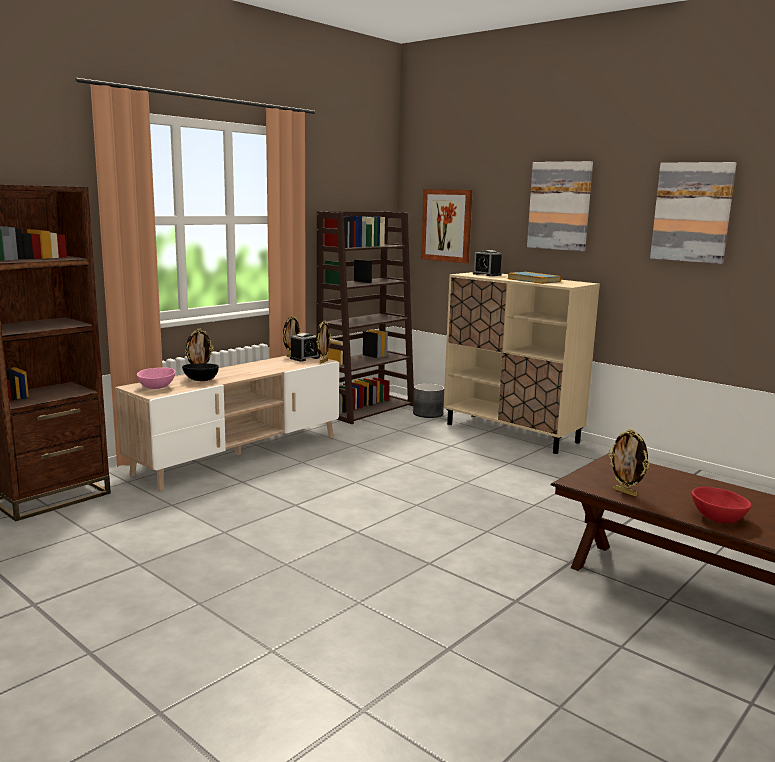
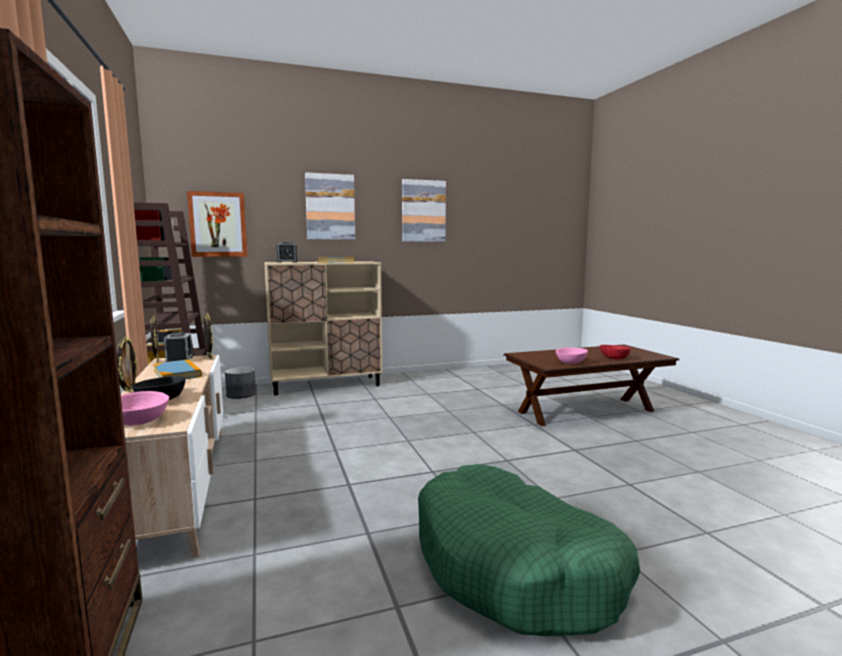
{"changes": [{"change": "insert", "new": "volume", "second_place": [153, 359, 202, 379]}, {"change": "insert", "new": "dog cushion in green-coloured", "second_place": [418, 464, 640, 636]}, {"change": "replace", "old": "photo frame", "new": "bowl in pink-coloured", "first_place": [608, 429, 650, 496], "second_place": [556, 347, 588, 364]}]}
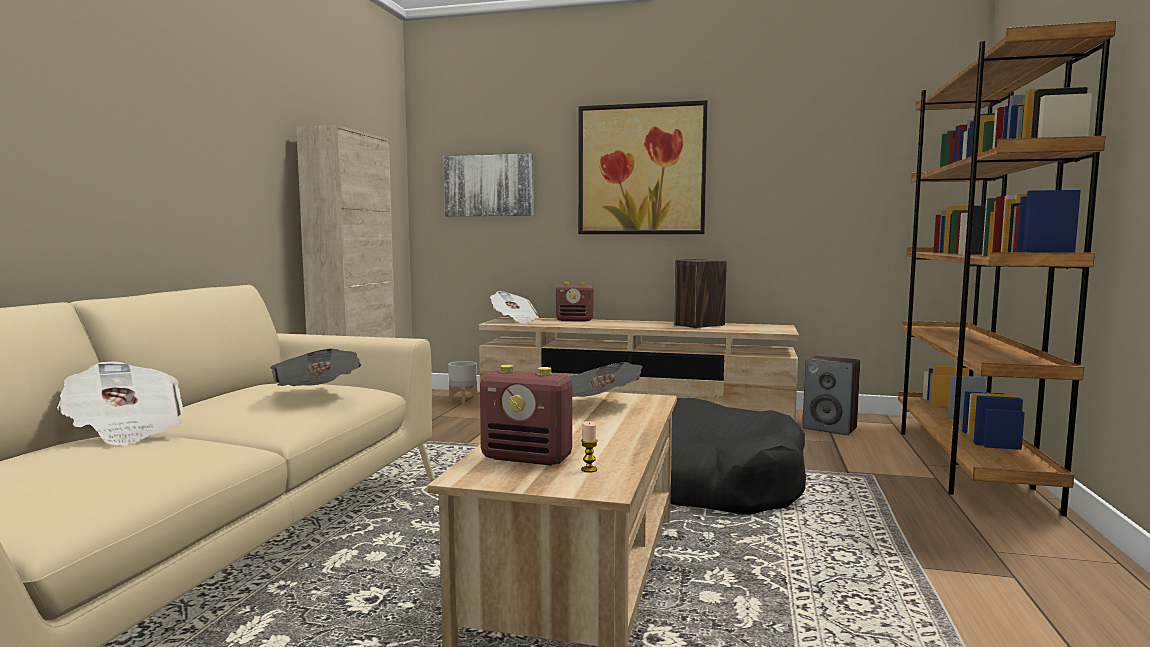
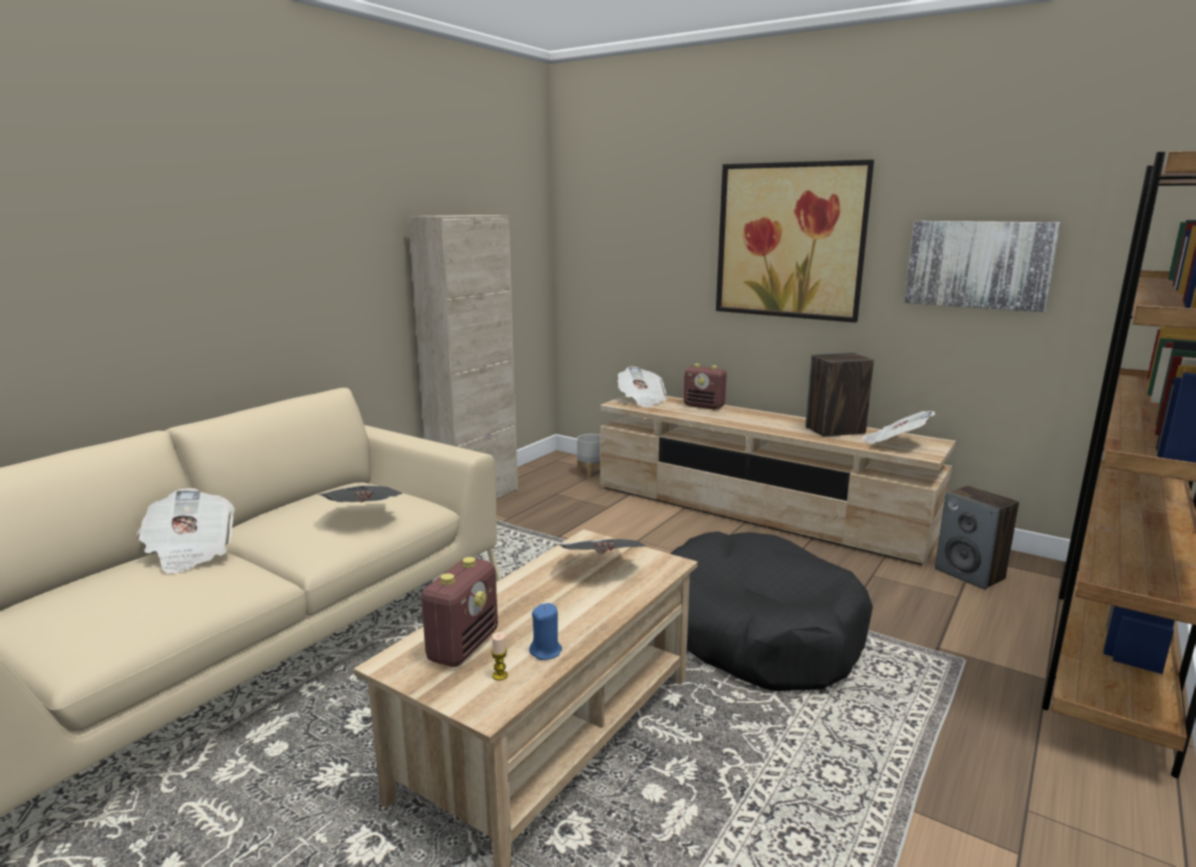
{"changes": [{"change": "insert", "new": "candle in blue-coloured", "second_place": [529, 603, 562, 660]}, {"change": "insert", "new": "daily paper", "second_place": [862, 411, 935, 445]}, {"change": "move", "old": "wall art", "first_place": [443, 154, 534, 216], "second_place": [904, 221, 1061, 312]}, {"change": "rotate", "old": "radio receiver", "first_place": [480, 365, 572, 465], "second_place": [421, 557, 498, 667], "degrees": -105}]}
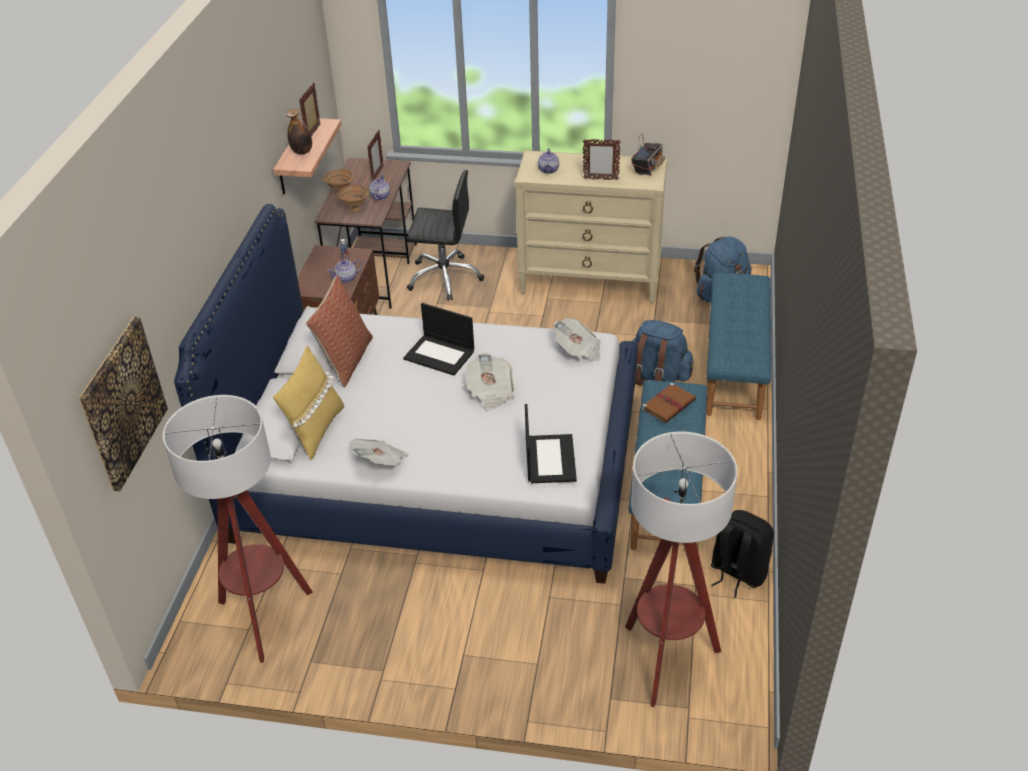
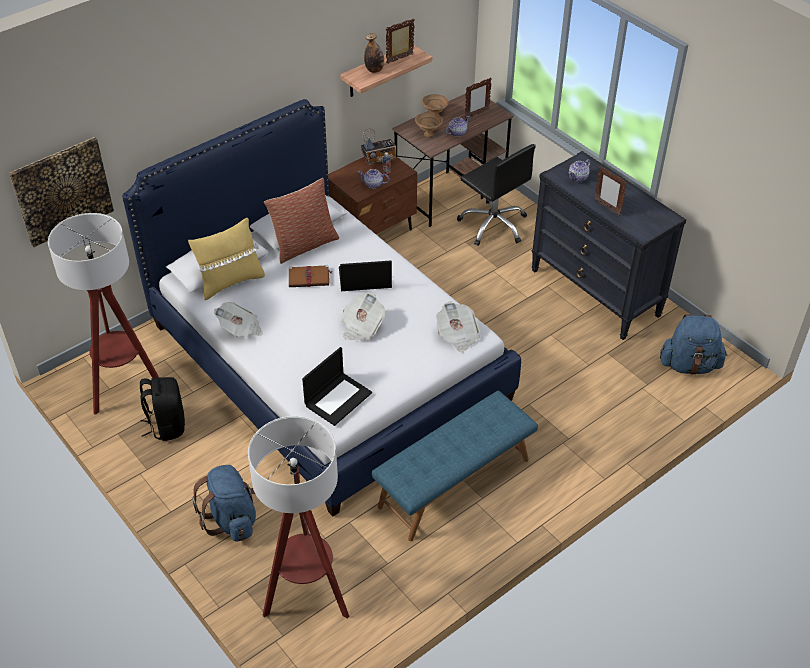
{"changes": [{"change": "delete", "old": "bench in blue-coloured", "first_place": [706, 273, 771, 420]}, {"change": "move", "old": "radio receiver", "first_place": [631, 134, 665, 176], "second_place": [361, 129, 396, 166]}, {"change": "move", "old": "rucksack in blue-coloured", "first_place": [632, 320, 693, 386], "second_place": [192, 465, 256, 542]}, {"change": "move", "old": "volume in brown-coloured", "first_place": [642, 383, 696, 423], "second_place": [289, 265, 332, 287]}, {"change": "move", "old": "rucksack in black", "first_place": [711, 510, 774, 598], "second_place": [140, 377, 185, 441]}, {"change": "recolor", "old": "drawer chest in sand-coloured", "new": "drawer chest in black", "first_place": [514, 150, 668, 304], "second_place": [532, 151, 686, 340]}, {"change": "rotate", "old": "portable computer", "first_place": [403, 303, 474, 375], "second_place": [339, 261, 392, 291], "degrees": 105}]}
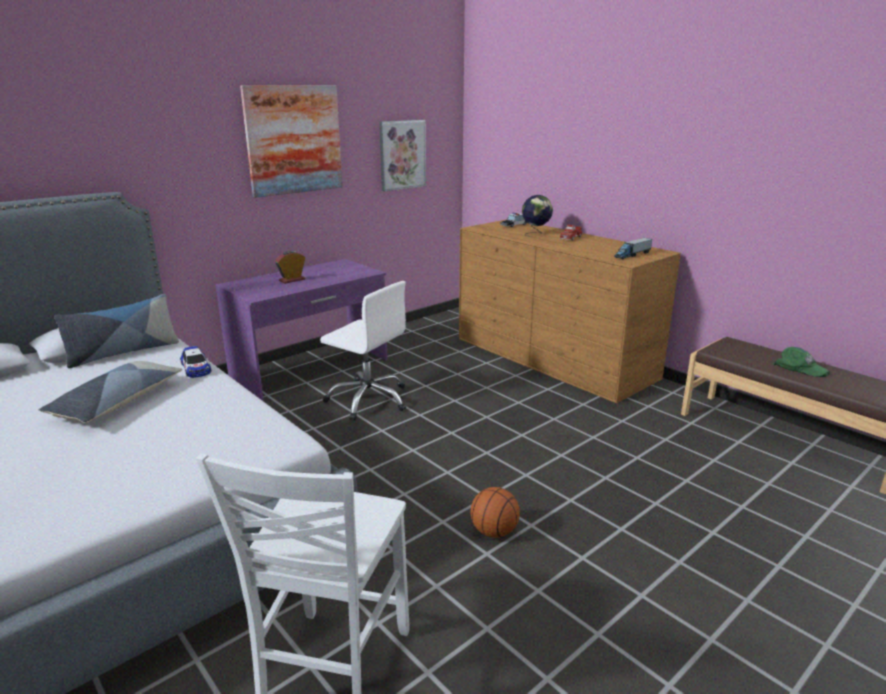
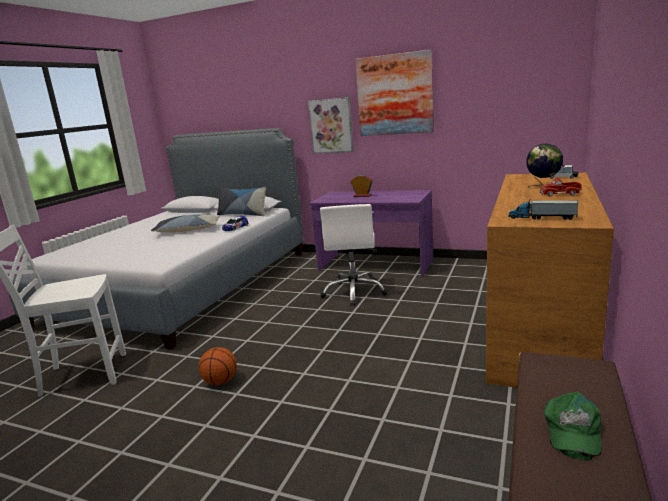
{"changes": [{"change": "move", "old": "wall art", "first_place": [379, 120, 426, 192], "second_place": [308, 97, 354, 154]}]}
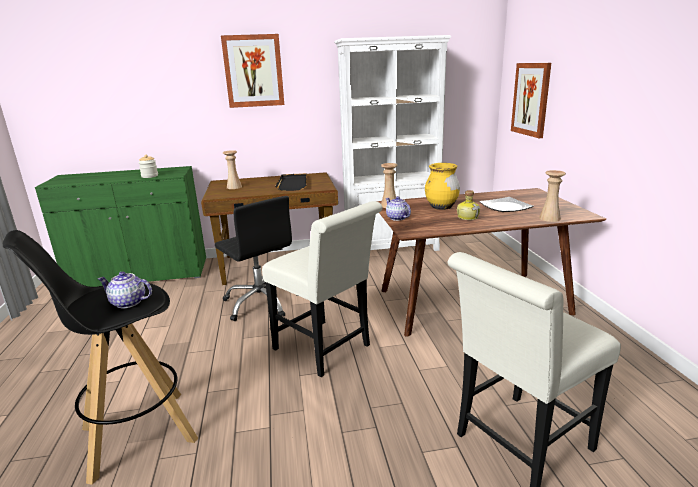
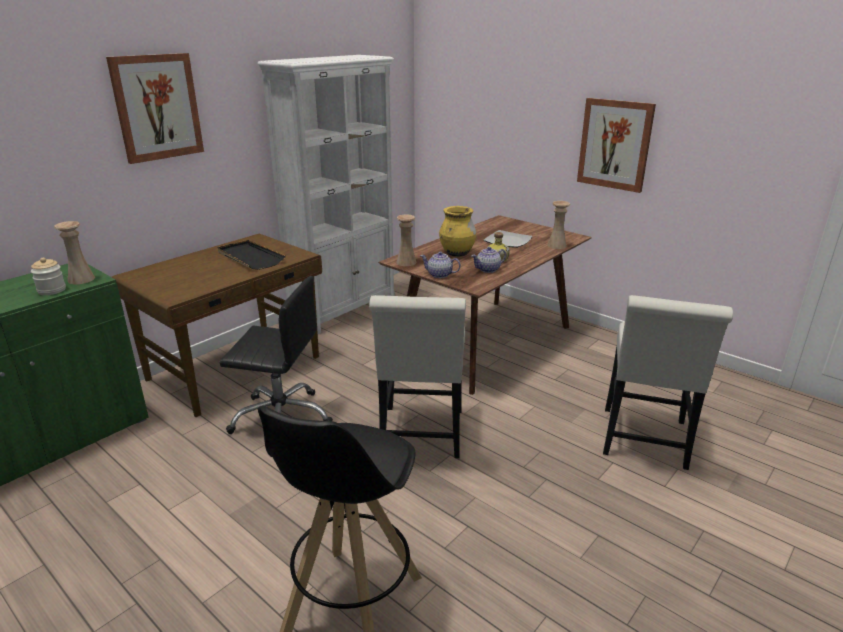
{"changes": [{"change": "move", "old": "tea pot", "first_place": [98, 271, 152, 308], "second_place": [472, 247, 506, 273]}, {"change": "move", "old": "vase in sand-coloured", "first_place": [223, 150, 242, 189], "second_place": [54, 221, 95, 284]}, {"change": "move", "old": "wall art", "first_place": [511, 63, 551, 138], "second_place": [577, 98, 656, 193]}, {"change": "rotate", "old": "upright chair in white", "first_place": [262, 201, 383, 377], "second_place": [369, 295, 466, 458], "degrees": 90}]}
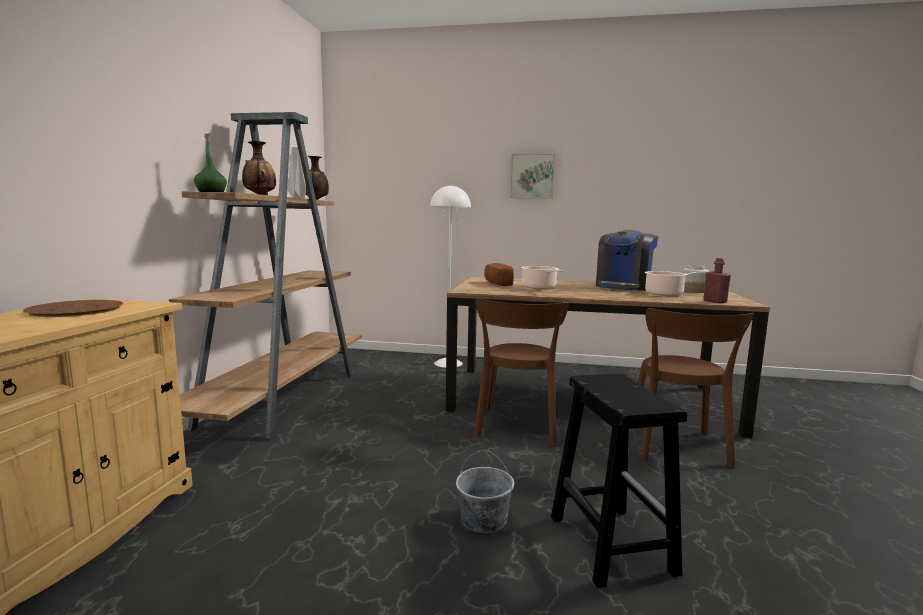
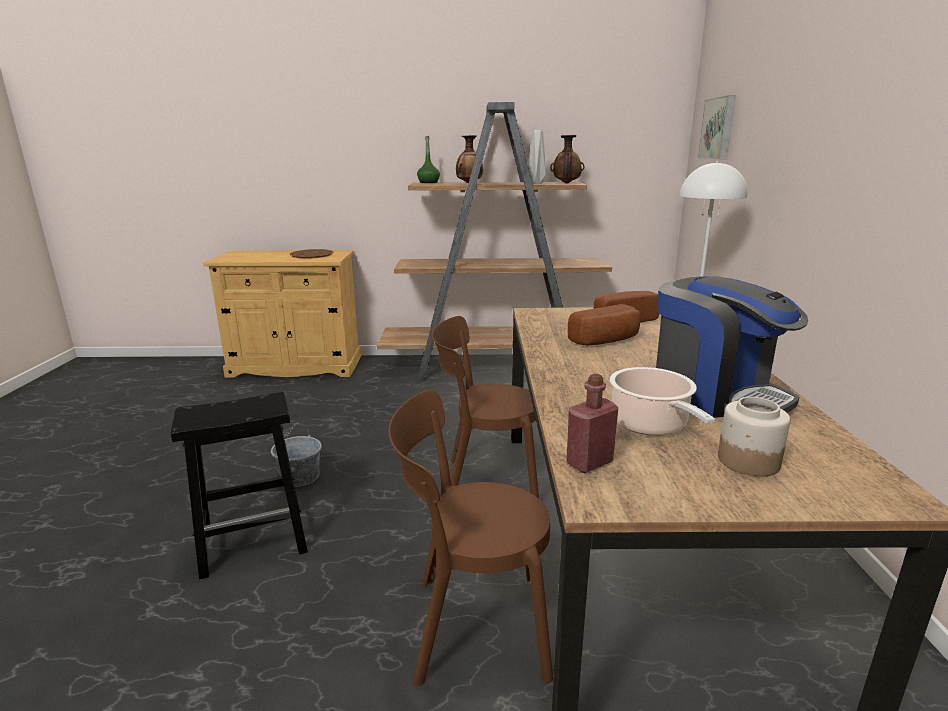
{"changes": [{"change": "move", "old": "wall art", "first_place": [510, 154, 555, 199], "second_place": [698, 95, 736, 159]}, {"change": "replace", "old": "cooking pot", "new": "baked bread", "first_place": [521, 266, 562, 289], "second_place": [568, 304, 641, 346]}, {"change": "rotate", "old": "coffee maker", "first_place": [596, 230, 659, 291], "second_place": [656, 276, 808, 418], "degrees": -150}]}
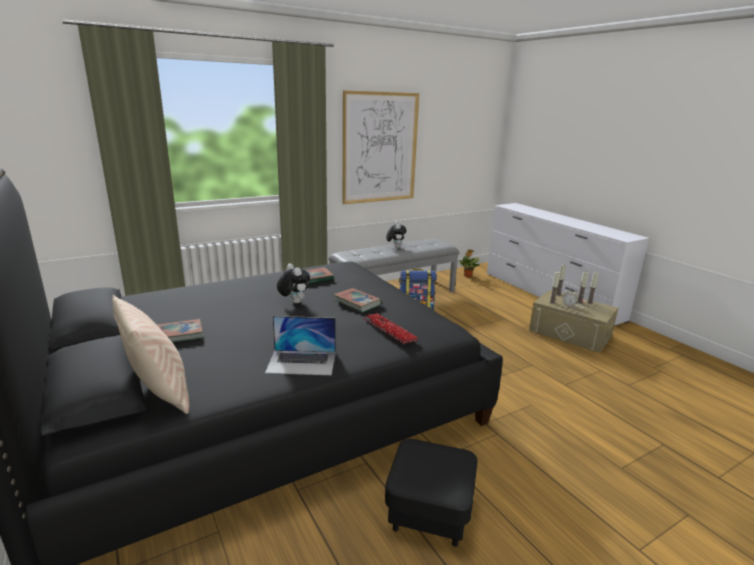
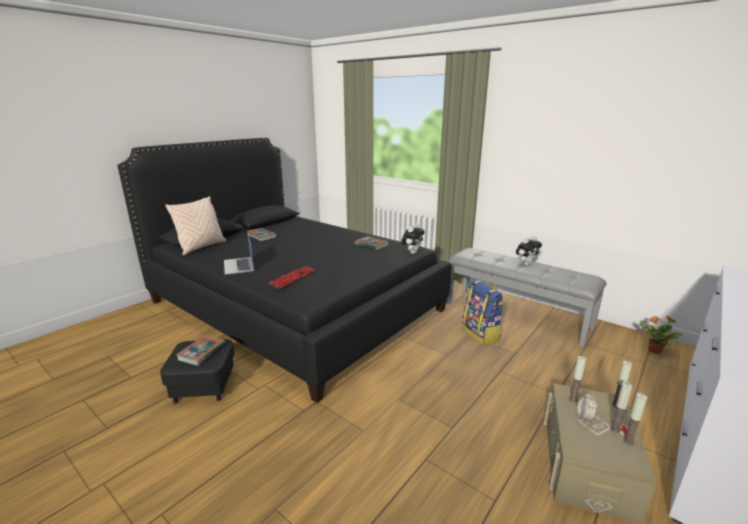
{"changes": [{"change": "delete", "old": "wall art", "first_place": [343, 90, 419, 204]}, {"change": "move", "old": "plush toy", "first_place": [277, 264, 310, 303], "second_place": [401, 224, 425, 254]}, {"change": "move", "old": "volume", "first_place": [334, 288, 382, 312], "second_place": [176, 335, 226, 366]}]}
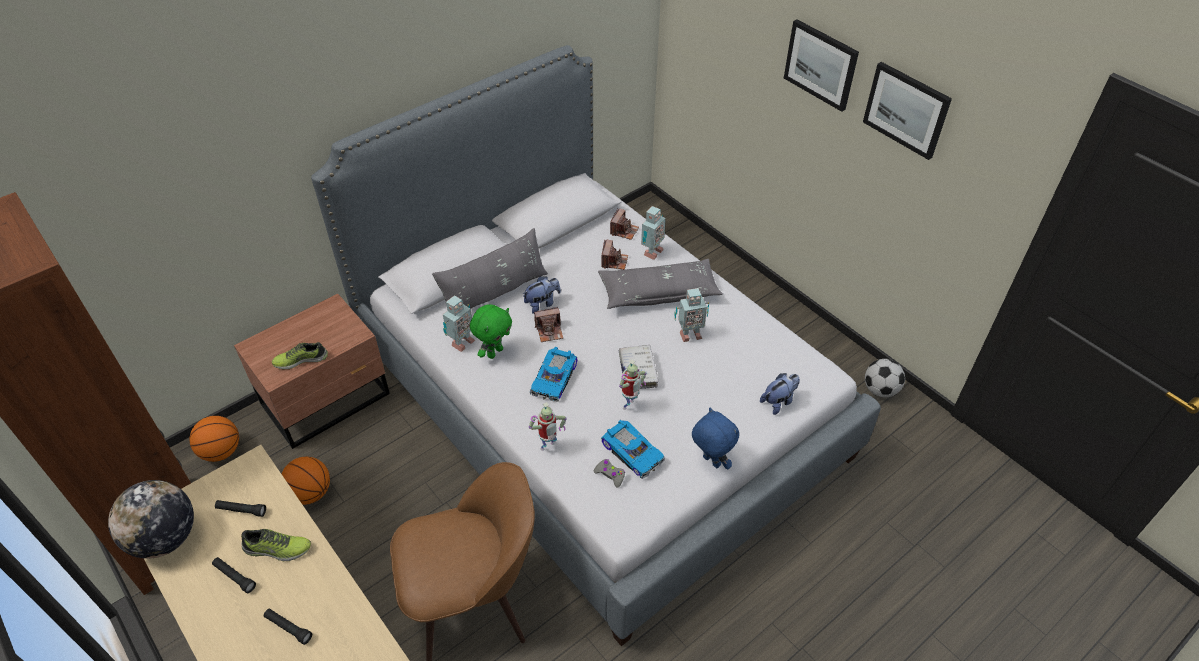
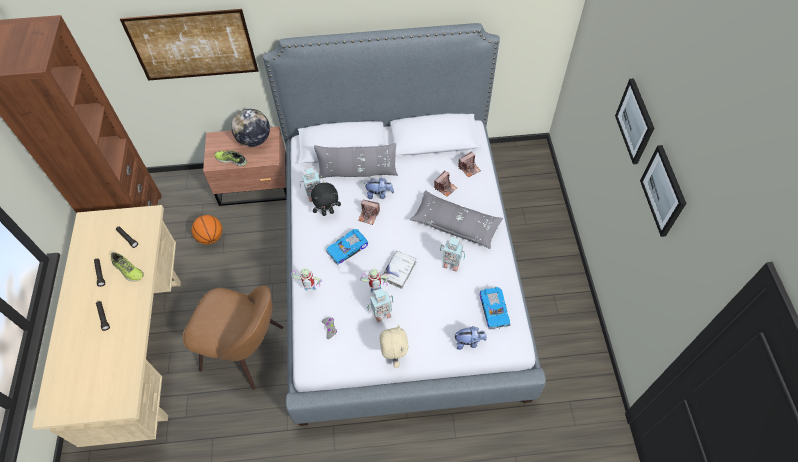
{"changes": [{"change": "delete", "old": "ball for basketball", "first_place": [190, 416, 239, 462]}, {"change": "delete", "old": "football", "first_place": [865, 359, 905, 398]}, {"change": "insert", "new": "wall art", "second_place": [120, 9, 258, 81]}, {"change": "move", "old": "world globe", "first_place": [108, 480, 194, 559], "second_place": [231, 109, 270, 147]}, {"change": "move", "old": "toy car", "first_place": [601, 420, 665, 479], "second_place": [480, 287, 511, 330]}, {"change": "move", "old": "robot figure", "first_place": [641, 206, 666, 260], "second_place": [367, 288, 393, 322]}, {"change": "recolor", "old": "plush toy in green-coloured", "new": "plush toy in black", "first_place": [470, 304, 512, 359], "second_place": [311, 183, 341, 216]}, {"change": "recolor", "old": "plush toy in blue-coloured", "new": "plush toy in sand-coloured", "first_place": [692, 408, 739, 469], "second_place": [379, 325, 409, 368]}]}
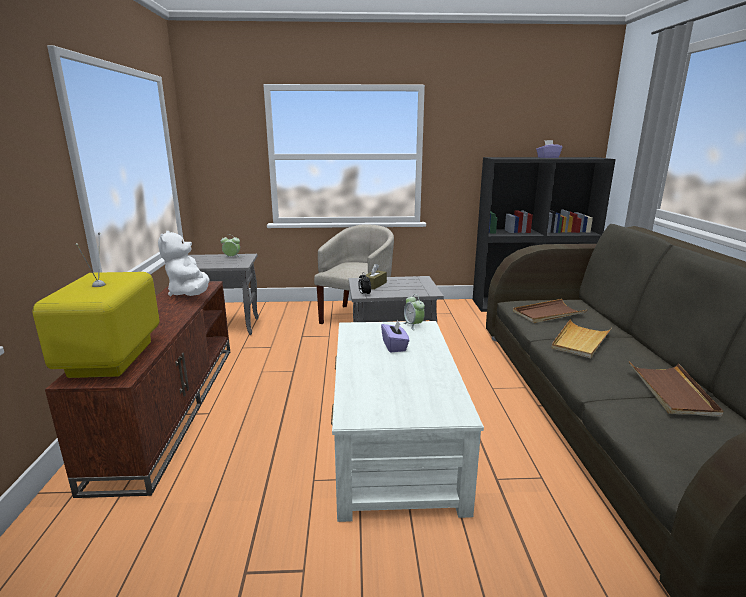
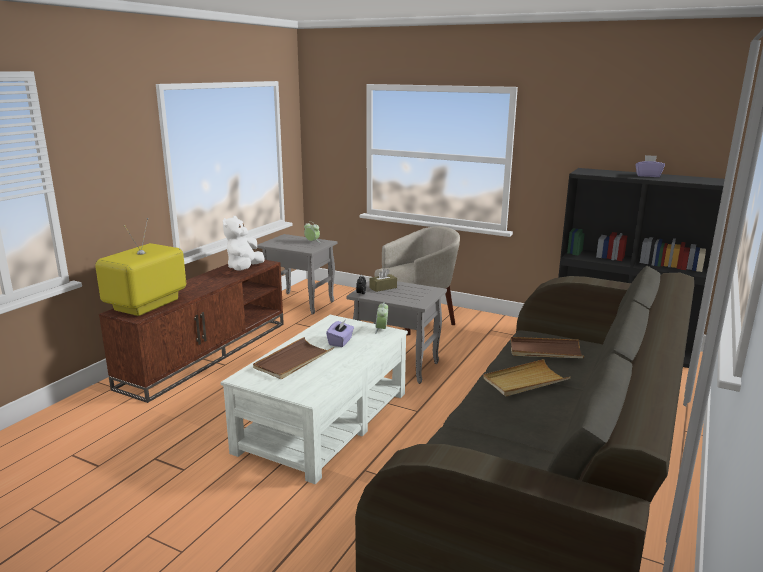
{"changes": [{"change": "move", "old": "carrying tray in brown-coloured", "first_place": [629, 361, 723, 417], "second_place": [253, 337, 334, 379]}]}
